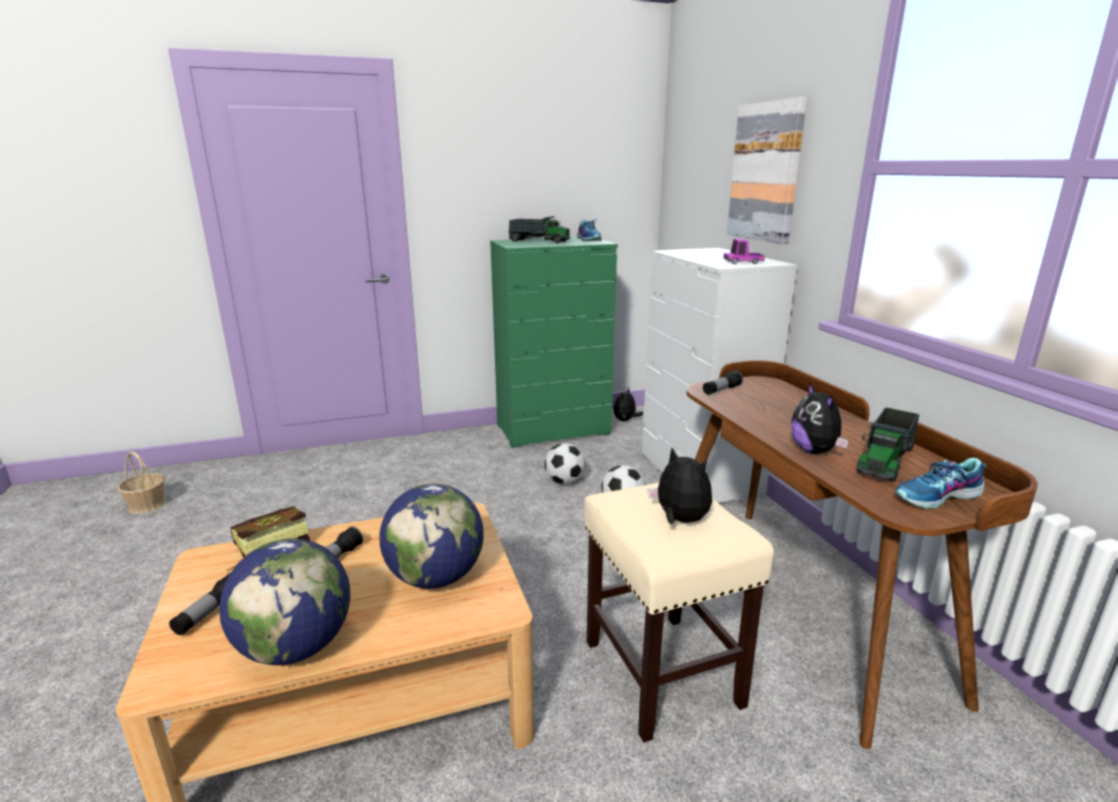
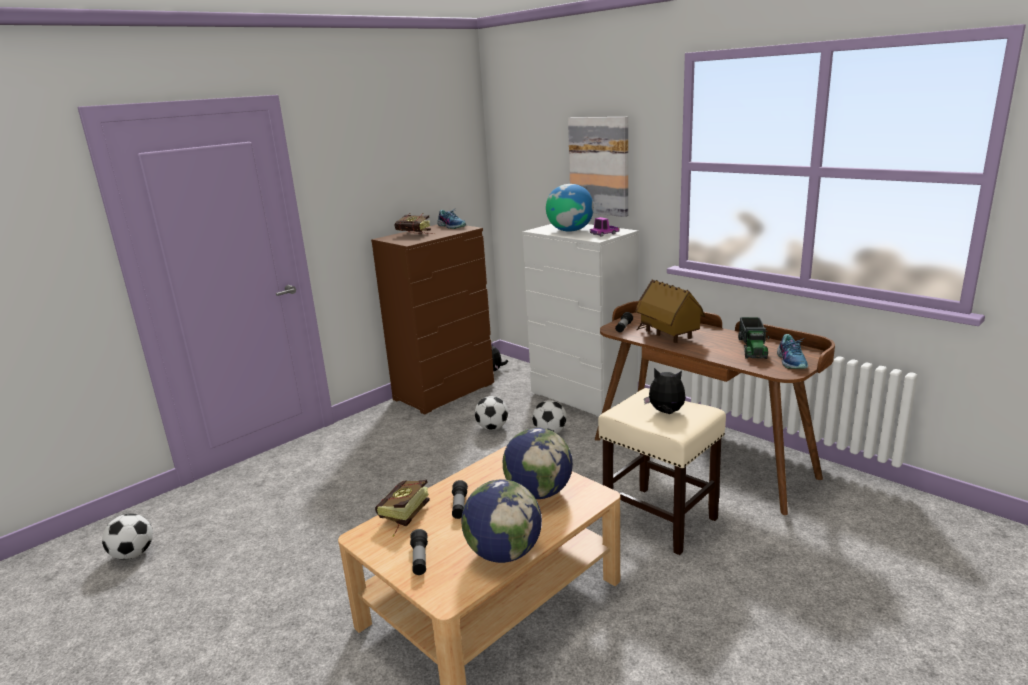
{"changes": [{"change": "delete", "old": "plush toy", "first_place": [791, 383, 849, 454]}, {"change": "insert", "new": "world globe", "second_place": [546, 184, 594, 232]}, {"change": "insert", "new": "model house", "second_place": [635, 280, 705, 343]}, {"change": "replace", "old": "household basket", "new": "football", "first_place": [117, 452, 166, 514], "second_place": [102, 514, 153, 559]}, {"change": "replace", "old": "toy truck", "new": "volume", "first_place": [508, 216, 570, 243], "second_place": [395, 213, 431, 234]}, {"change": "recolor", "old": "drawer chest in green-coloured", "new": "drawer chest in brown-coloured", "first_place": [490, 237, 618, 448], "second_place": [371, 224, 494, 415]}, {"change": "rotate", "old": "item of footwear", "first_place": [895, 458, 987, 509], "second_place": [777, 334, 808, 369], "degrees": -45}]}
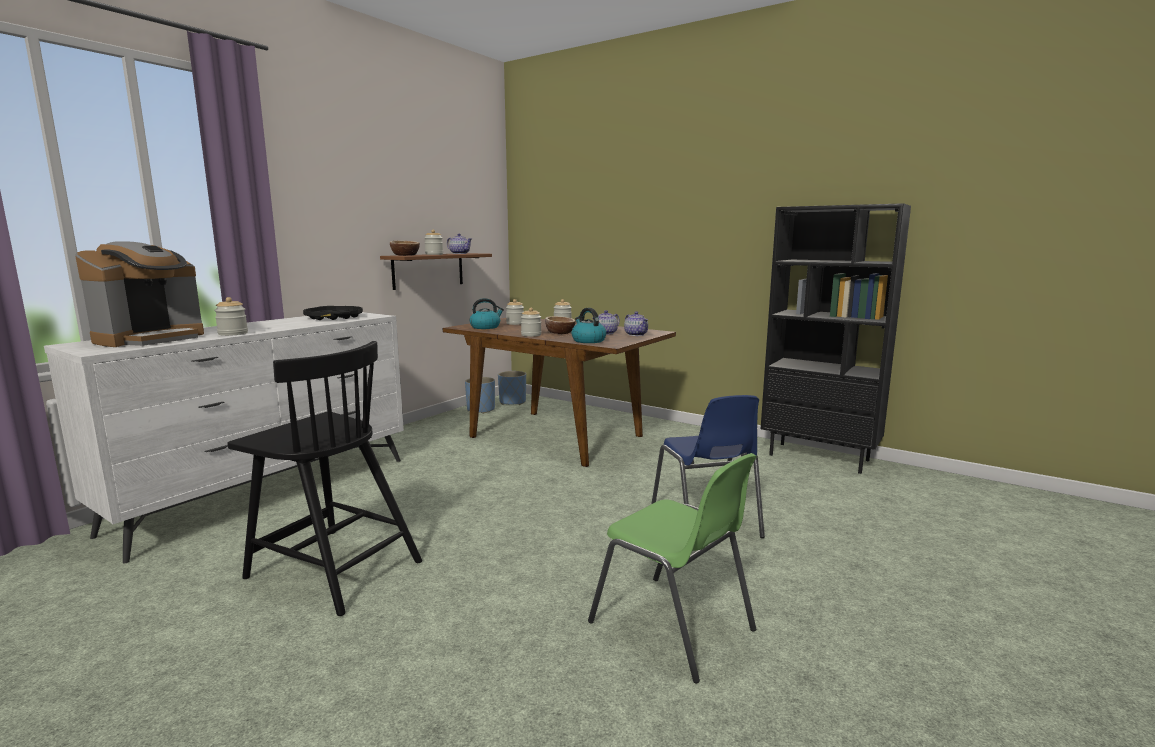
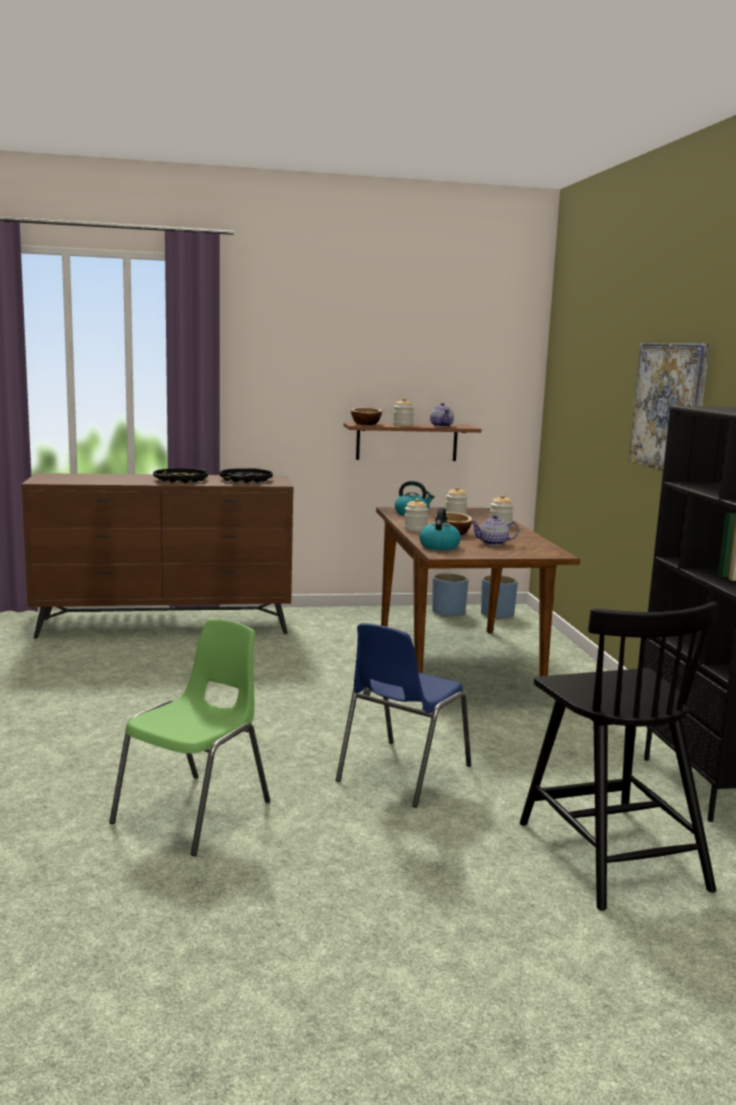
{"changes": [{"change": "delete", "old": "coffee maker", "first_place": [75, 241, 204, 347]}, {"change": "delete", "old": "storage jar", "first_place": [214, 297, 248, 336]}, {"change": "delete", "old": "tea pot", "first_place": [624, 311, 648, 336]}, {"change": "insert", "new": "carrying tray in black", "second_place": [153, 468, 208, 483]}, {"change": "insert", "new": "wall art", "second_place": [629, 343, 710, 471]}, {"change": "move", "old": "upright chair in black", "first_place": [227, 341, 422, 616], "second_place": [520, 602, 718, 911]}, {"change": "recolor", "old": "drawer chest in white", "new": "drawer chest in brown-coloured", "first_place": [44, 312, 404, 564], "second_place": [21, 473, 294, 639]}, {"change": "rotate", "old": "upright chair in green-coloured", "first_place": [588, 453, 757, 683], "second_place": [109, 619, 270, 856], "degrees": -150}]}
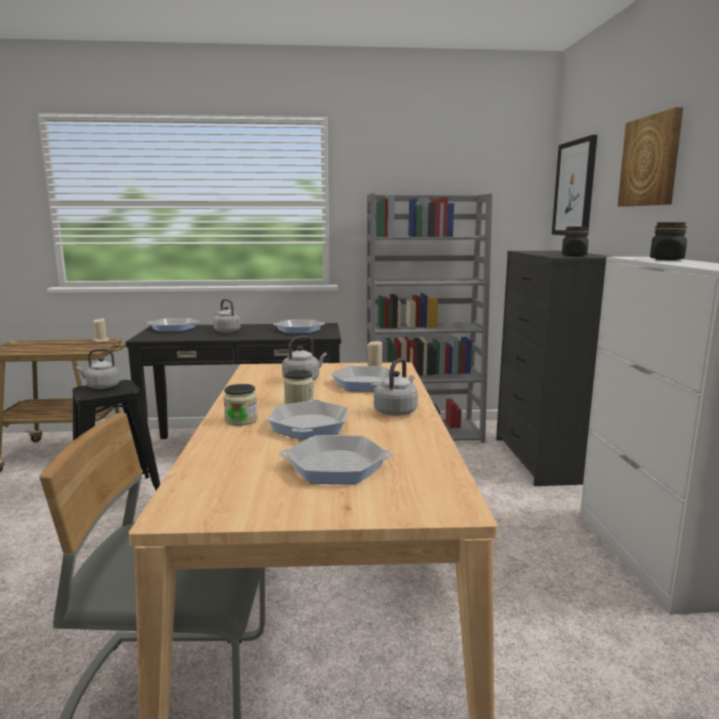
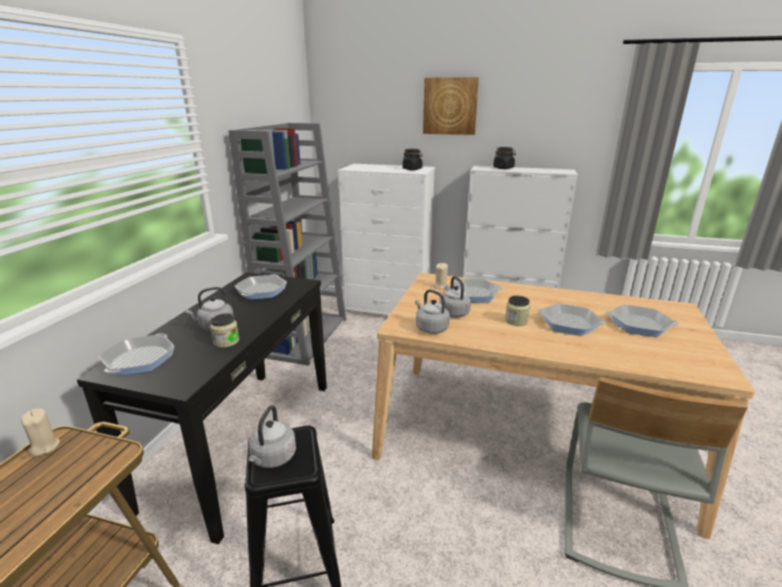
{"changes": [{"change": "delete", "old": "wall art", "first_place": [552, 135, 597, 237]}, {"change": "move", "old": "storage jar", "first_place": [223, 384, 258, 426], "second_place": [210, 314, 239, 348]}, {"change": "move", "old": "tea kettle in grey", "first_place": [374, 358, 418, 416], "second_place": [415, 289, 450, 334]}, {"change": "recolor", "old": "drawer chest in black", "new": "drawer chest in white", "first_place": [496, 251, 614, 486], "second_place": [337, 164, 435, 315]}, {"change": "rotate", "old": "skillet", "first_place": [279, 435, 393, 484], "second_place": [606, 305, 679, 337], "degrees": 90}]}
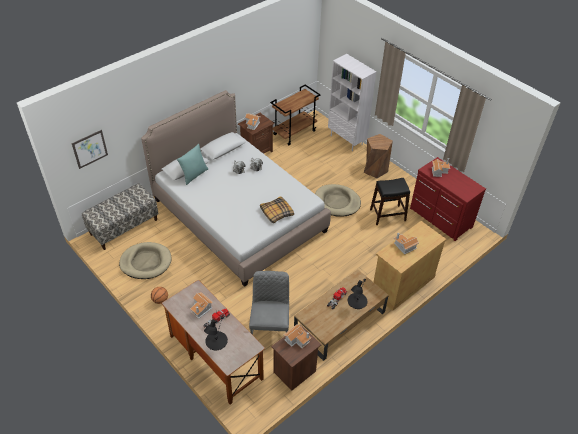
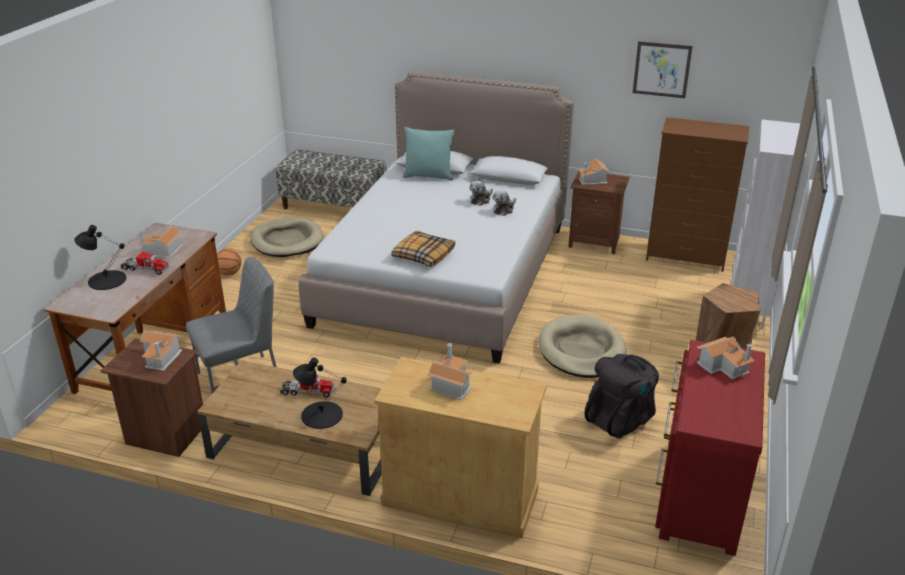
{"changes": [{"change": "move", "old": "wall art", "first_place": [72, 130, 108, 169], "second_place": [633, 41, 693, 98]}, {"change": "replace", "old": "wheeled cart in brown-coloured", "new": "drawer chest in brown-coloured", "first_place": [270, 84, 321, 146], "second_place": [646, 117, 749, 272]}, {"change": "replace", "old": "sitting stool in black", "new": "rucksack in black", "first_place": [370, 178, 410, 225], "second_place": [585, 354, 659, 439]}]}
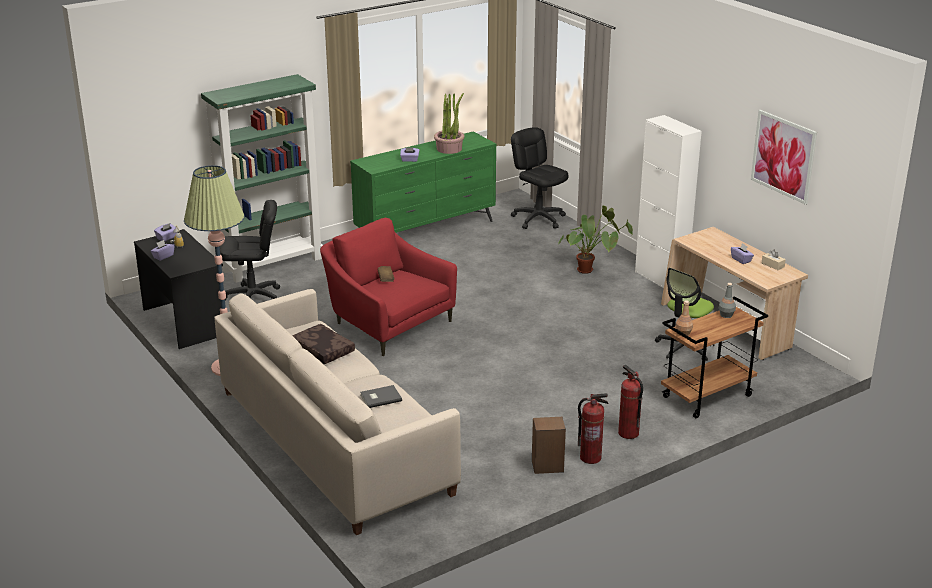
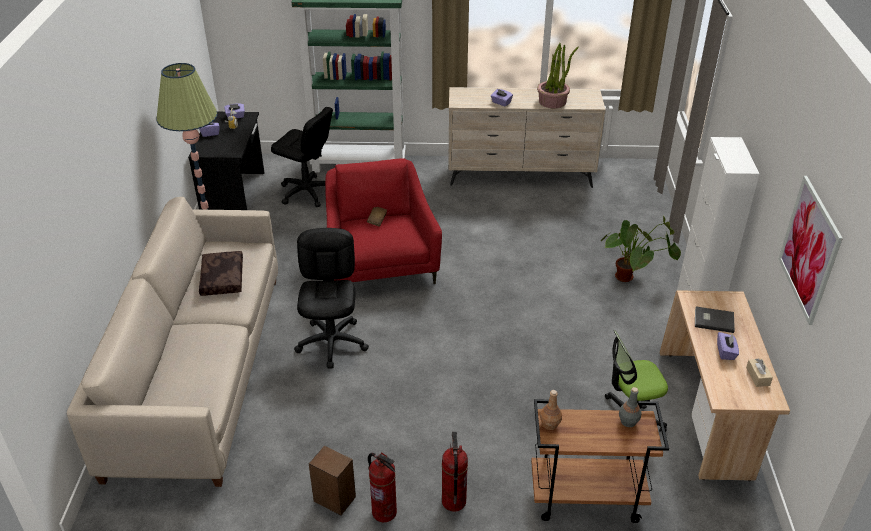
{"changes": [{"change": "move", "old": "volume in grey", "first_place": [360, 385, 402, 408], "second_place": [695, 307, 735, 333]}, {"change": "move", "old": "office chair in black", "first_place": [511, 127, 569, 229], "second_place": [294, 228, 369, 369]}, {"change": "recolor", "old": "drawer chest in green-coloured", "new": "drawer chest in sand-coloured", "first_place": [350, 131, 496, 233], "second_place": [448, 87, 606, 188]}]}
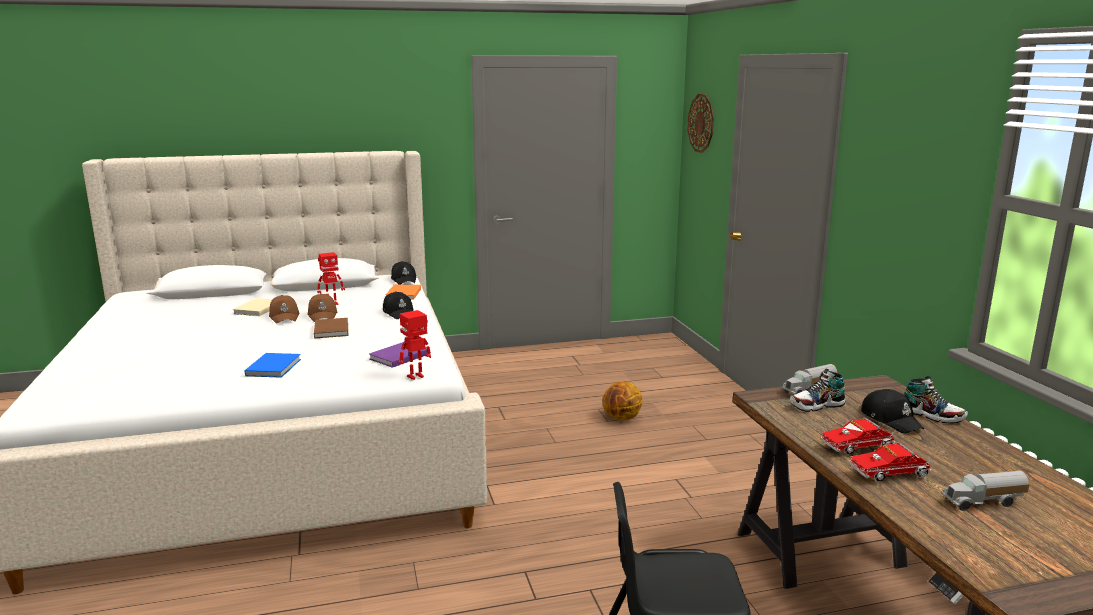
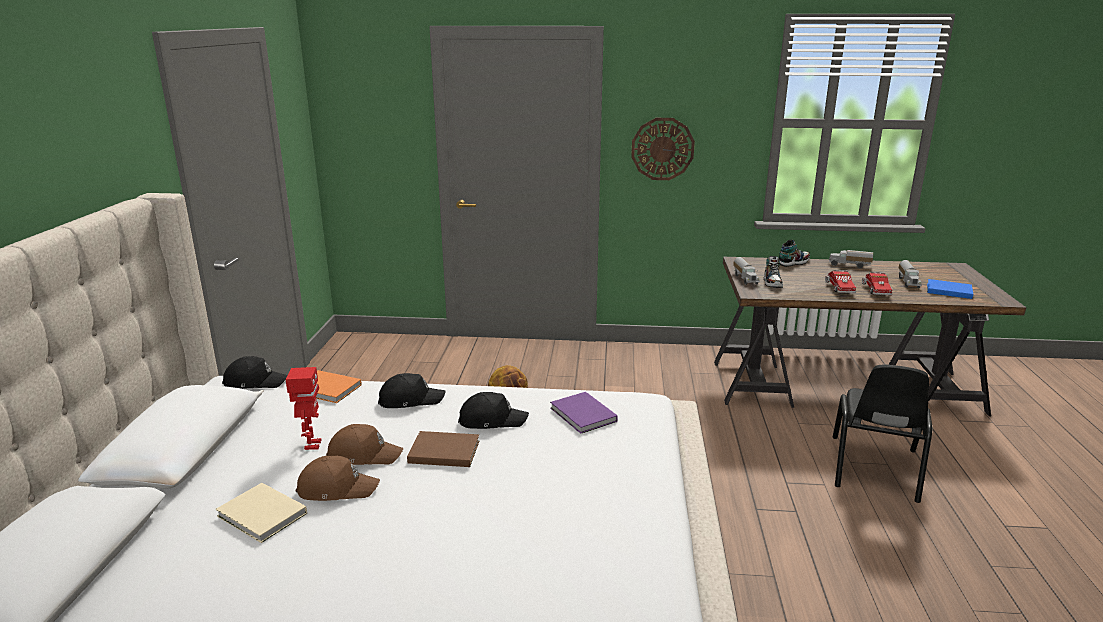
{"changes": [{"change": "delete", "old": "robot figure", "first_place": [397, 310, 431, 380]}, {"change": "insert", "new": "toy truck", "second_place": [829, 250, 873, 268]}, {"change": "move", "old": "volume in blue-coloured", "first_place": [245, 353, 301, 378], "second_place": [927, 279, 973, 299]}, {"change": "move", "old": "wall clock", "first_place": [687, 94, 714, 153], "second_place": [631, 118, 695, 180]}, {"change": "move", "old": "cap in black", "first_place": [861, 389, 925, 434], "second_place": [458, 392, 529, 429]}]}
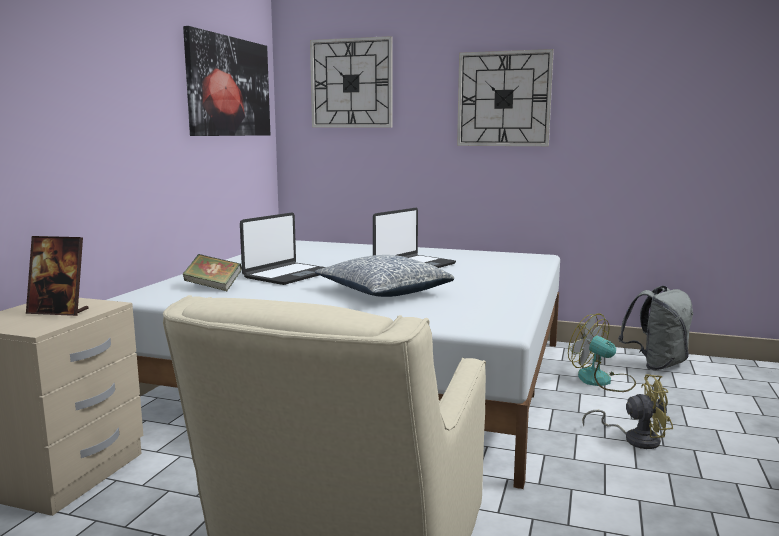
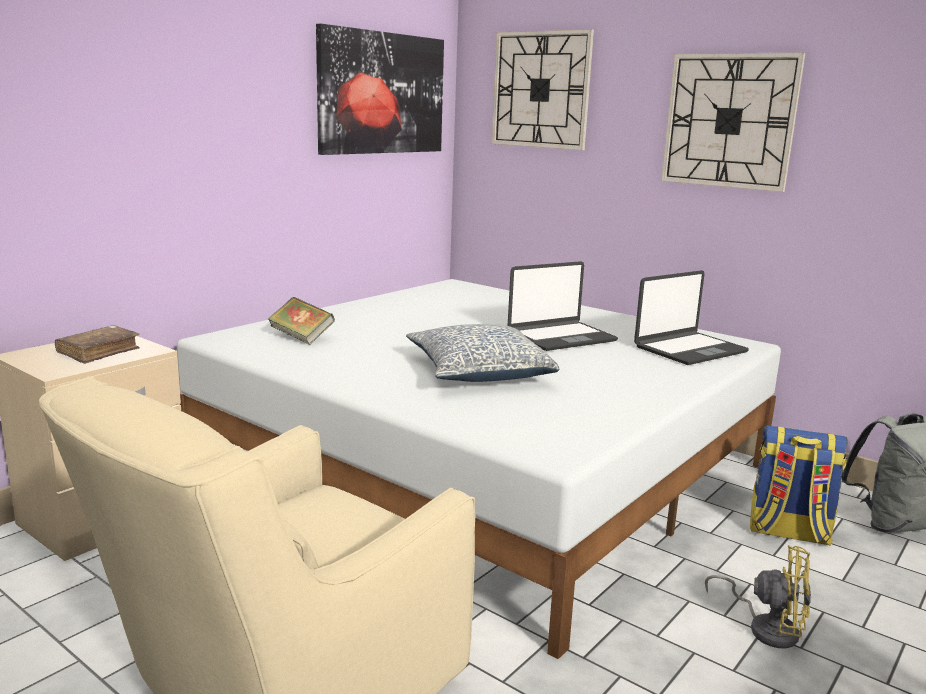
{"changes": [{"change": "move", "old": "portable computer", "first_place": [240, 213, 325, 285], "second_place": [634, 270, 749, 365]}, {"change": "replace", "old": "photo frame", "new": "volume in brown-coloured", "first_place": [26, 236, 89, 316], "second_place": [55, 325, 140, 364]}, {"change": "replace", "old": "cooling fan", "new": "rucksack", "first_place": [568, 314, 636, 392], "second_place": [750, 425, 848, 546]}]}
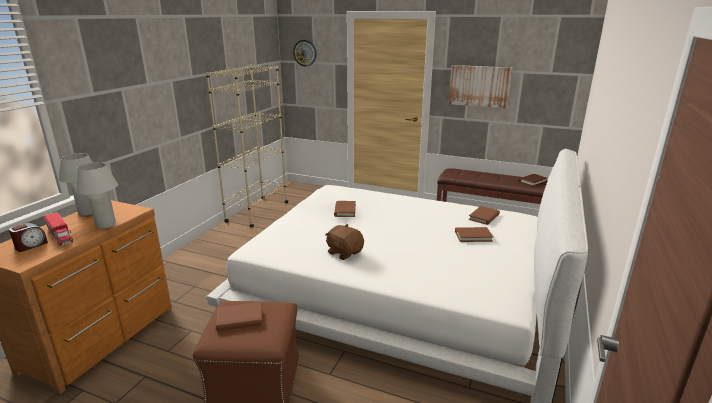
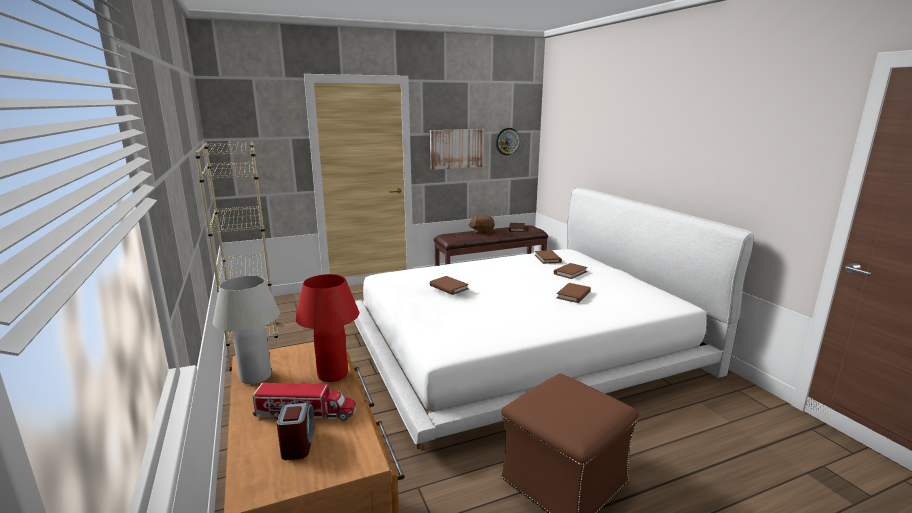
{"changes": [{"change": "move", "old": "volume in brown-coloured", "first_place": [216, 302, 262, 331], "second_place": [557, 283, 591, 303]}, {"change": "move", "old": "wall clock", "first_place": [293, 40, 317, 67], "second_place": [496, 128, 520, 155]}, {"change": "move", "old": "plush toy in brown-coloured", "first_place": [325, 224, 364, 260], "second_place": [468, 215, 495, 234]}, {"change": "recolor", "old": "tabletop lamp in white", "new": "tabletop lamp in reddish", "first_place": [75, 162, 118, 229], "second_place": [295, 274, 359, 382]}]}
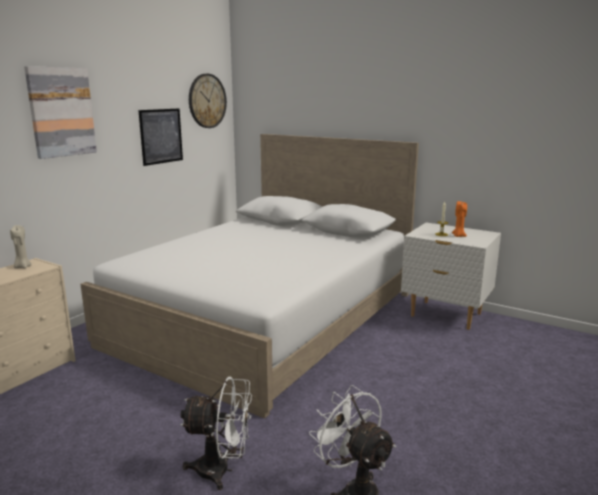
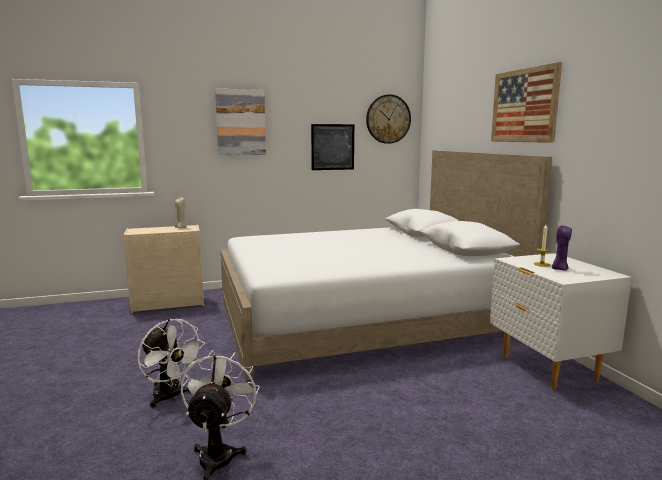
{"changes": [{"change": "insert", "new": "wall art", "second_place": [491, 62, 562, 143]}, {"change": "recolor", "old": "candle in orangey", "new": "candle in purple", "first_place": [452, 201, 467, 237], "second_place": [552, 225, 572, 271]}]}
